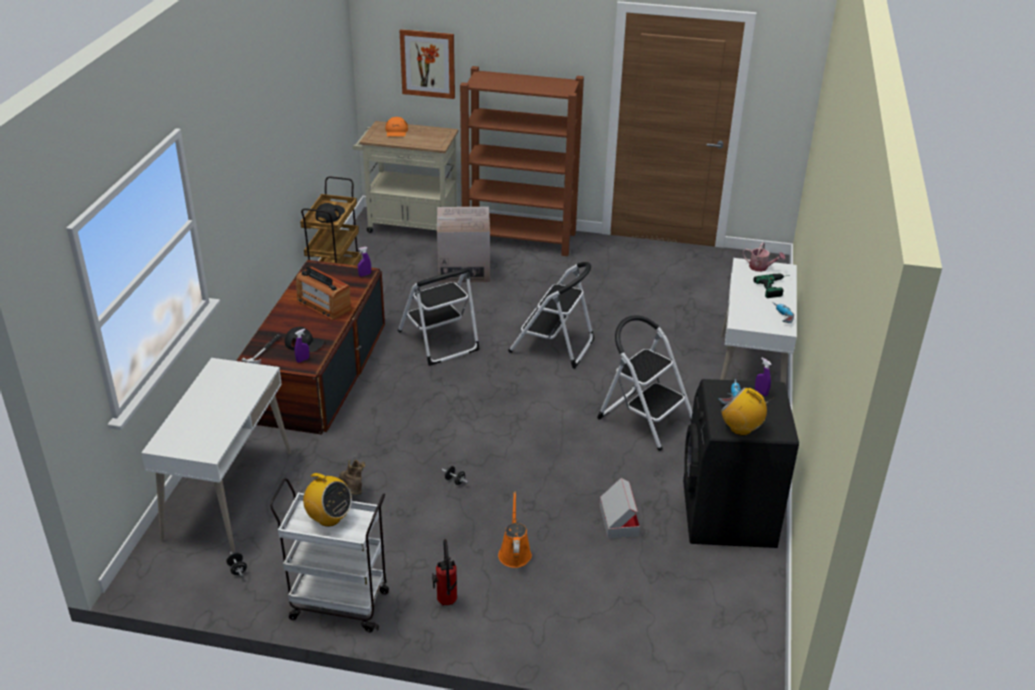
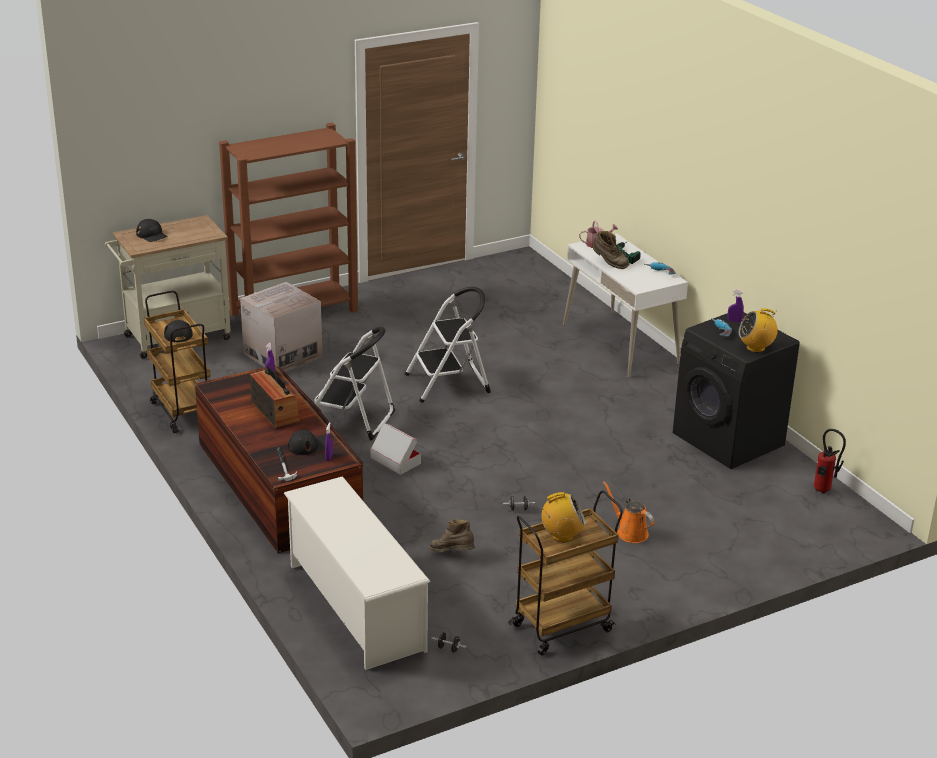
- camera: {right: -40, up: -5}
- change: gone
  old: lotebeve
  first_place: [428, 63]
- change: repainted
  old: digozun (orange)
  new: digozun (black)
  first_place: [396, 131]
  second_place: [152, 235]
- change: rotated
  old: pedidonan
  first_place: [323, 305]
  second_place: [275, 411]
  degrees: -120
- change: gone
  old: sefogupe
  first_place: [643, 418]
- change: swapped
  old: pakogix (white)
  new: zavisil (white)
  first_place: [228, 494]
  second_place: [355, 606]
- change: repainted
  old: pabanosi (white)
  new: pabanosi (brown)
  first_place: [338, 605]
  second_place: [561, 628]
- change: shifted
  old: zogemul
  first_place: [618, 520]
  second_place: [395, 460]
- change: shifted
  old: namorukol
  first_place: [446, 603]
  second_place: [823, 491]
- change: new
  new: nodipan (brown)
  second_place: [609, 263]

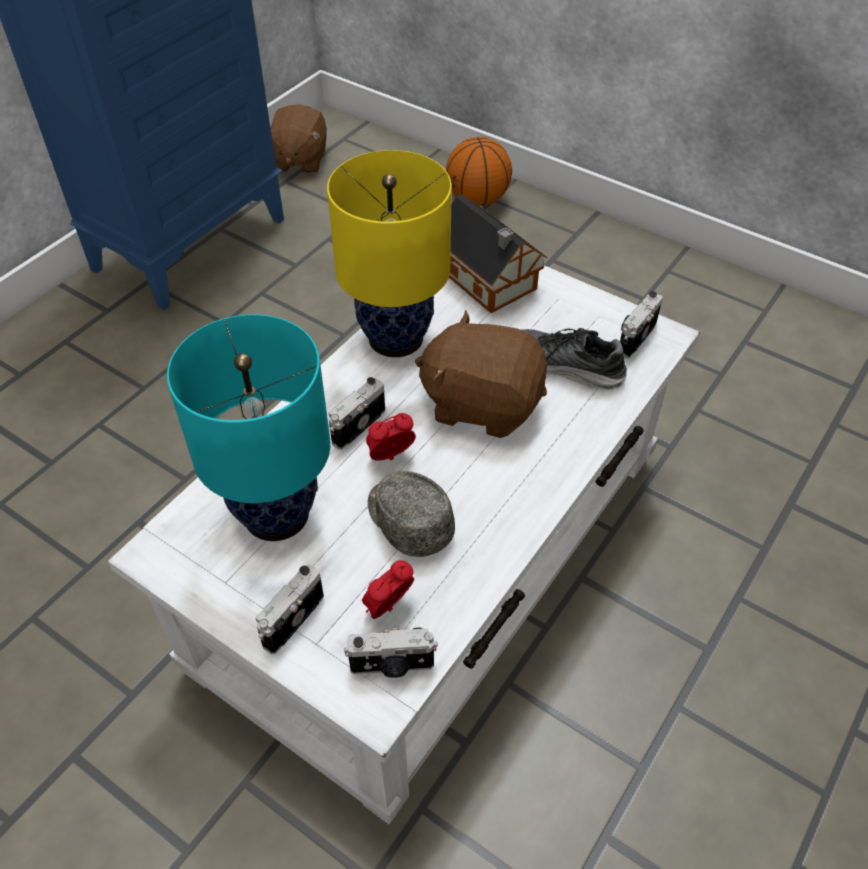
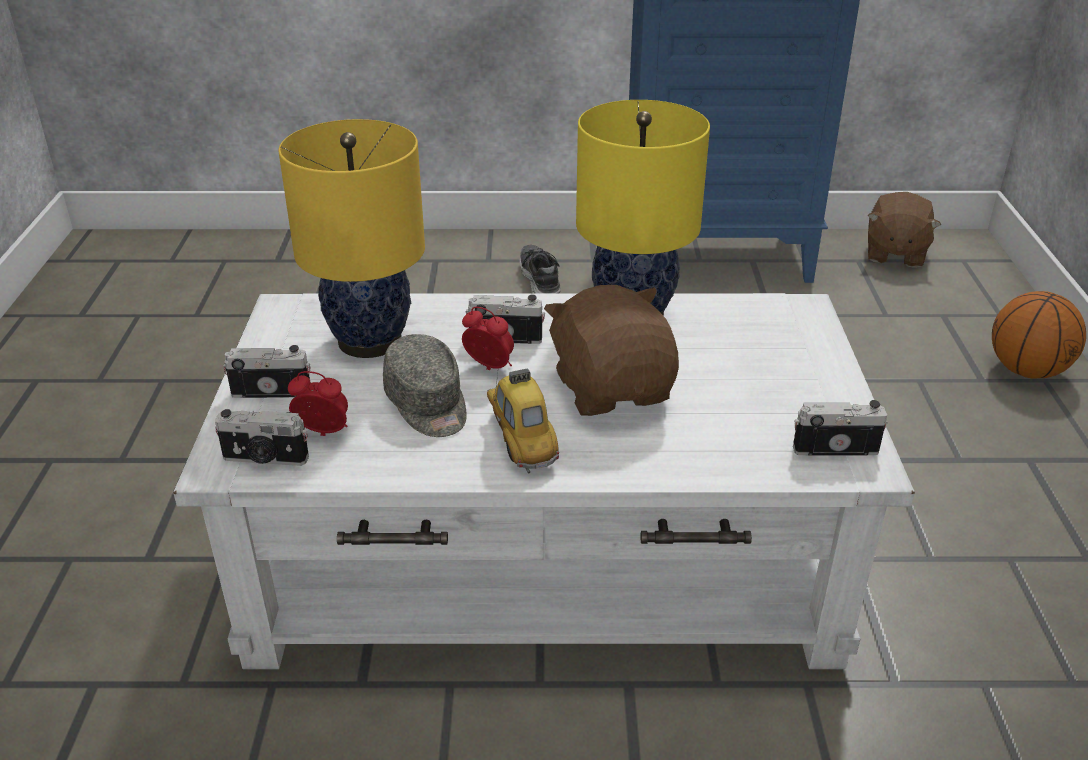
- camera: {right: 55, up: -15}
- change: rotated
  old: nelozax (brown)
  first_place: [299, 160]
  second_place: [894, 253]
  degrees: -45
- change: gone
  old: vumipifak
  first_place: [487, 280]
- change: repainted
  old: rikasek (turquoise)
  new: rikasek (yellow)
  first_place: [277, 513]
  second_place: [370, 340]
- change: shifted
  old: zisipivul
  first_place: [565, 367]
  second_place: [539, 281]
- change: rotated
  old: digozun (grey)
  first_place: [408, 520]
  second_place: [428, 405]
  degrees: 135
- change: rotated
  old: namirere
  first_place: [392, 666]
  second_place: [265, 459]
  degrees: -45
- change: new
  new: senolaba
  second_place: [520, 439]

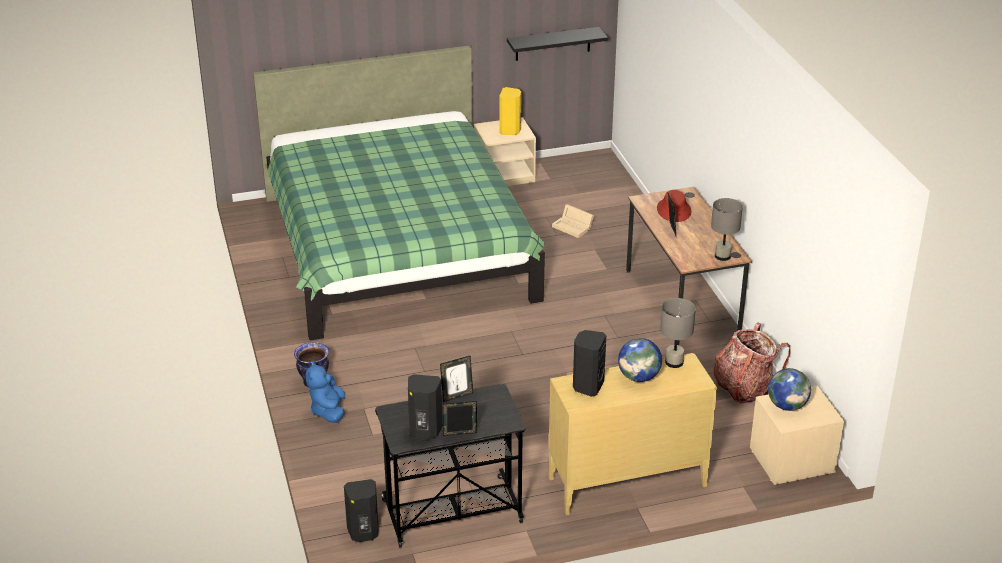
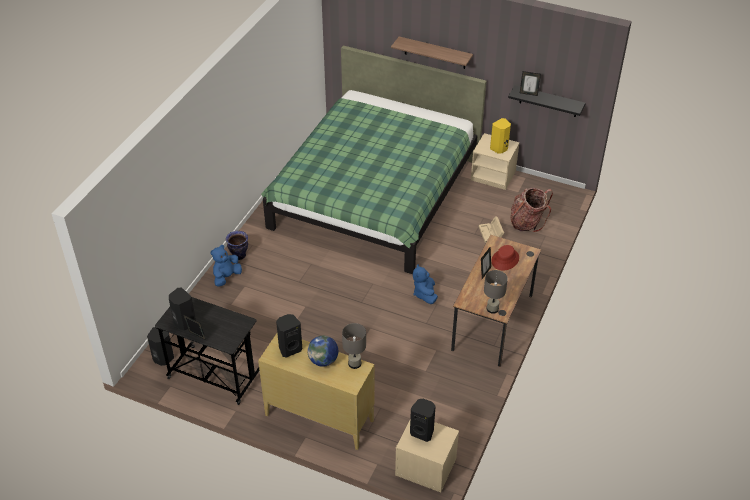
- camera: {right: 40, up: 10}
- change: shifted
  old: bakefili
  first_place: [744, 388]
  second_place: [527, 223]
- change: shifted
  old: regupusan
  first_place: [457, 396]
  second_place: [528, 93]
- change: swapped
  old: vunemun
  new: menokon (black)
  first_place: [787, 405]
  second_place: [422, 432]
- change: new
  new: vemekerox
  second_place: [435, 53]
- change: new
  new: nelozax (blue)
  second_place: [425, 294]

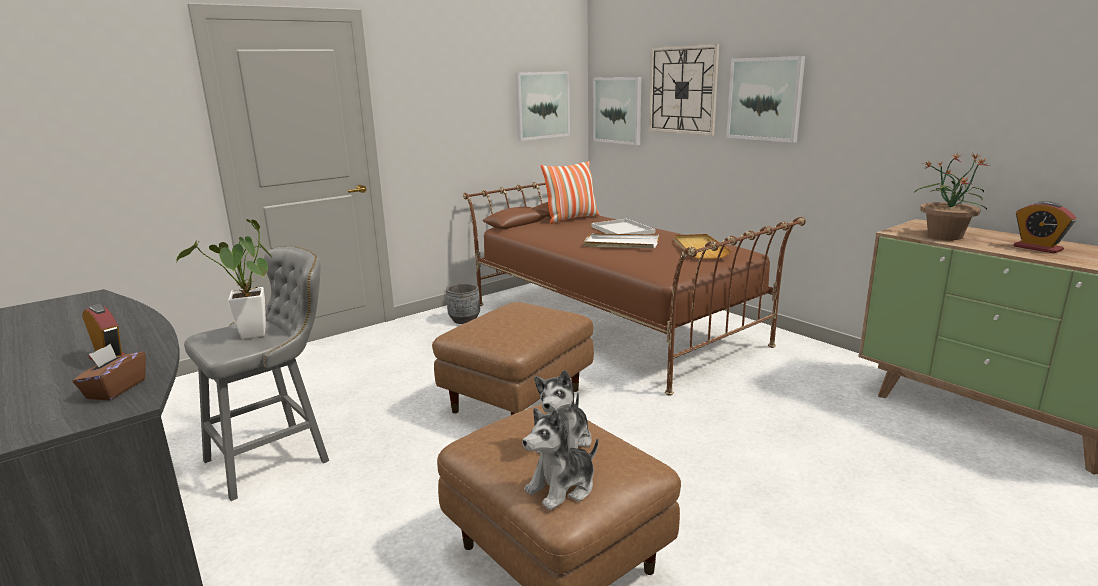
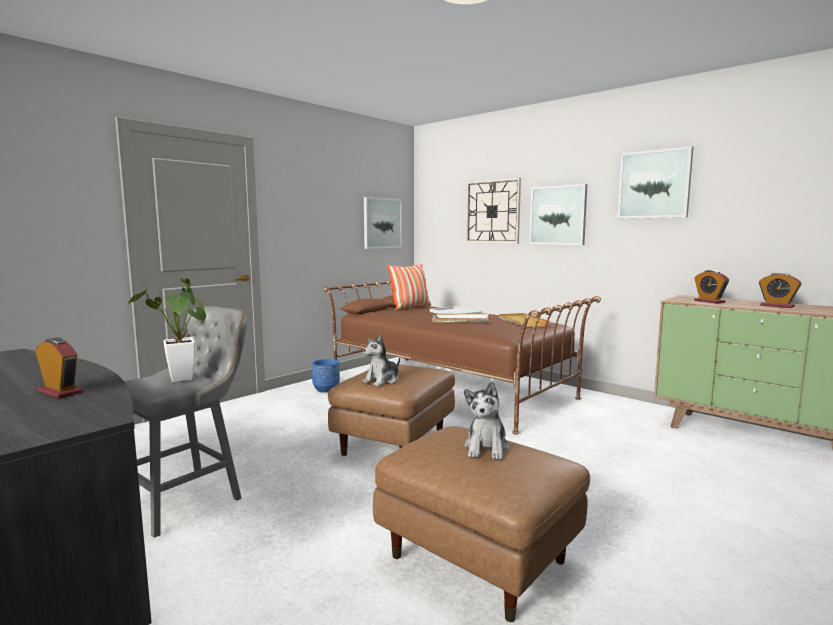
- camera: {right: -10, up: -10}
- change: shifted
  old: lotebeve
  first_place: [617, 110]
  second_place: [654, 184]
- change: swapped
  old: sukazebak
  new: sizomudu
  first_place: [944, 236]
  second_place: [709, 301]
- change: repainted
  old: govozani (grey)
  new: govozani (blue)
  first_place: [464, 320]
  second_place: [326, 389]
- change: gone
  old: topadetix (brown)
  first_place: [115, 389]
- change: shifted
  old: nelozax
  first_place: [562, 488]
  second_place: [382, 380]

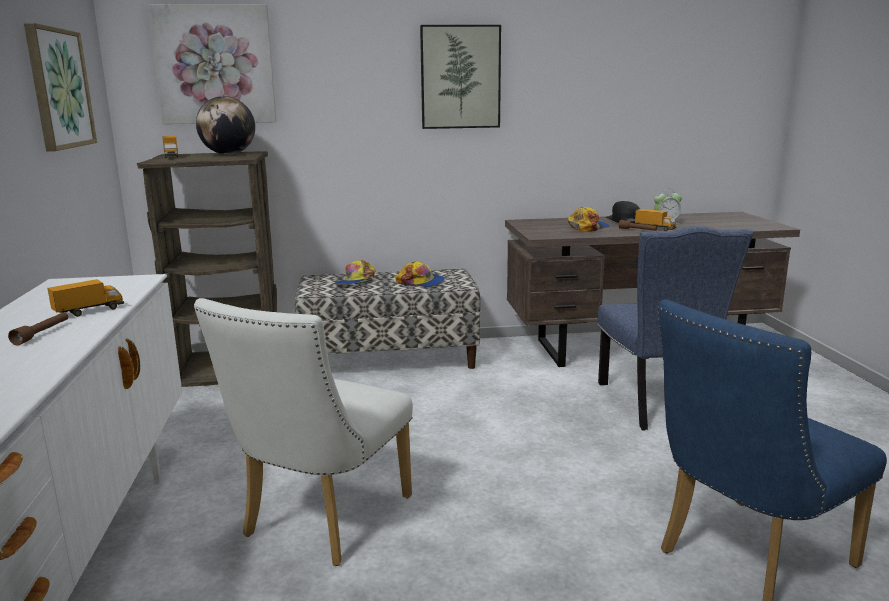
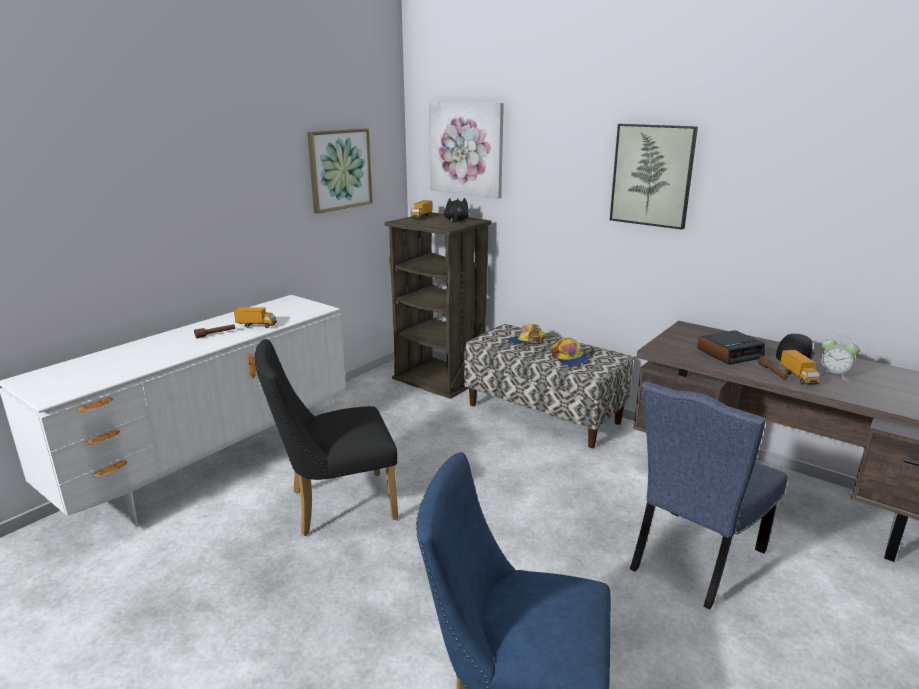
- camera: {right: 45, up: 5}
- change: swapped
  old: vunemun
  new: nelozax (black)
  first_place: [228, 154]
  second_place: [456, 220]
- change: swapped
  old: digozun
  new: sizomudu
  first_place: [587, 227]
  second_place: [729, 353]
- change: repainted
  old: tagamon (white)
  new: tagamon (black)
  first_place: [320, 522]
  second_place: [334, 506]

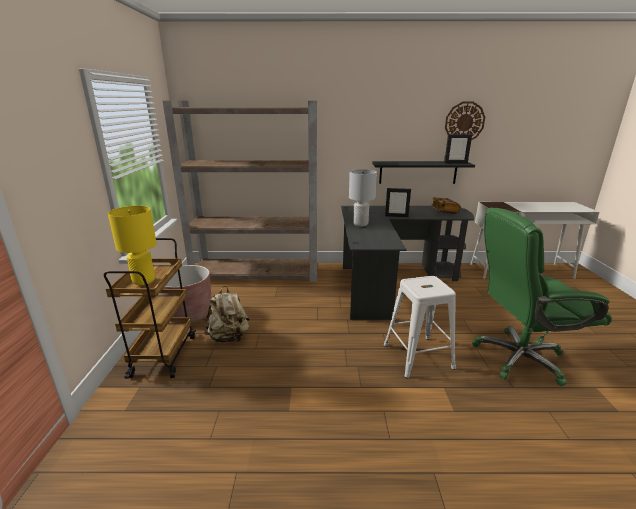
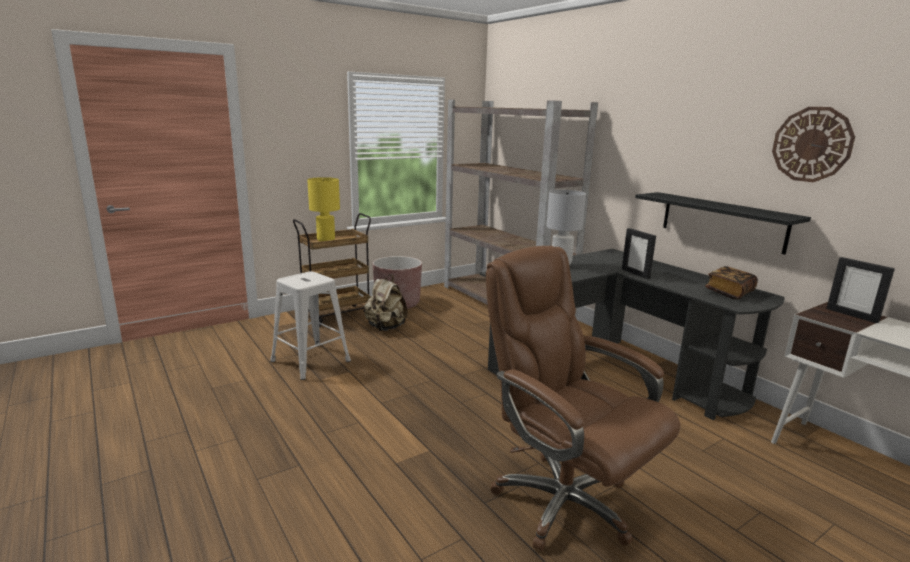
- camera: {right: 55, up: -5}
- change: shifted
  old: regupusan
  first_place: [455, 163]
  second_place: [852, 315]
- change: repainted
  old: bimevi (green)
  new: bimevi (brown)
  first_place: [521, 357]
  second_place: [566, 504]
- change: shifted
  old: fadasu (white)
  first_place: [418, 356]
  second_place: [310, 361]

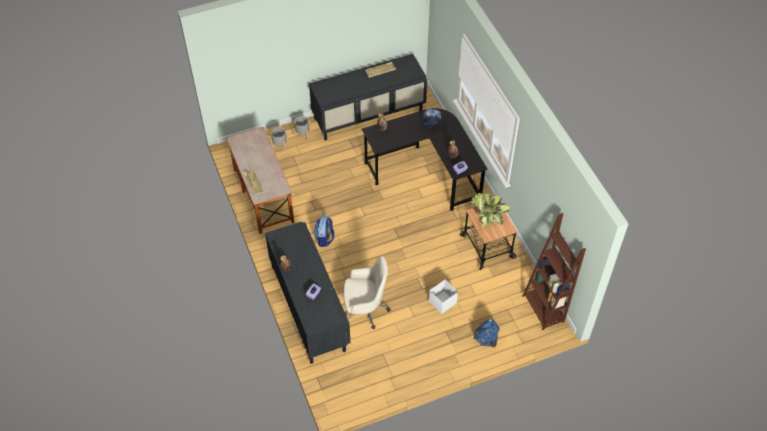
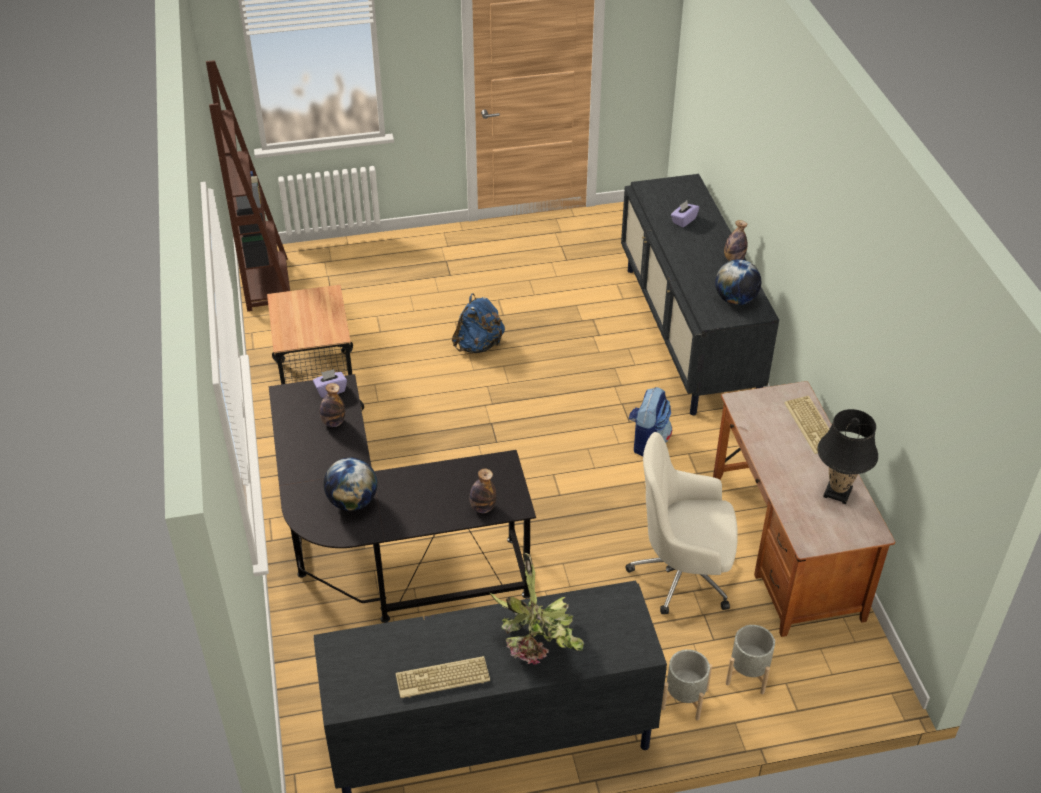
- camera: {right: -170, up: -10}
- change: shifted
  old: sukazebak
  first_place: [487, 217]
  second_place: [539, 645]
- change: shifted
  old: bimevi (beige)
  first_place: [365, 310]
  second_place: [681, 577]
- change: gone
  old: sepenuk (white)
  first_place: [442, 302]
- change: shifted
  old: bakefili (blue)
  first_place: [486, 339]
  second_place: [478, 345]
- change: new
  new: vunemun
  second_place: [735, 300]
- change: new
  new: rikasek (black)
  second_place: [838, 493]

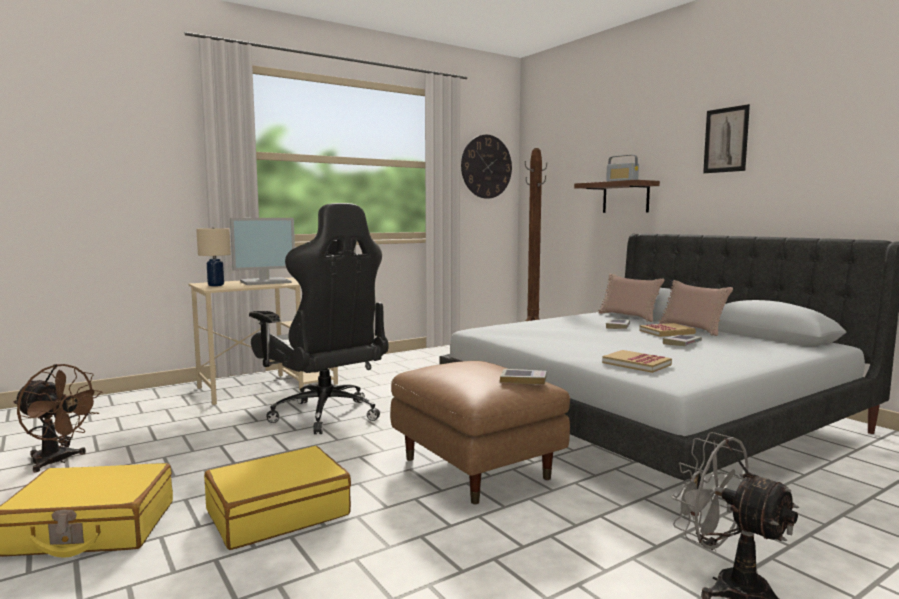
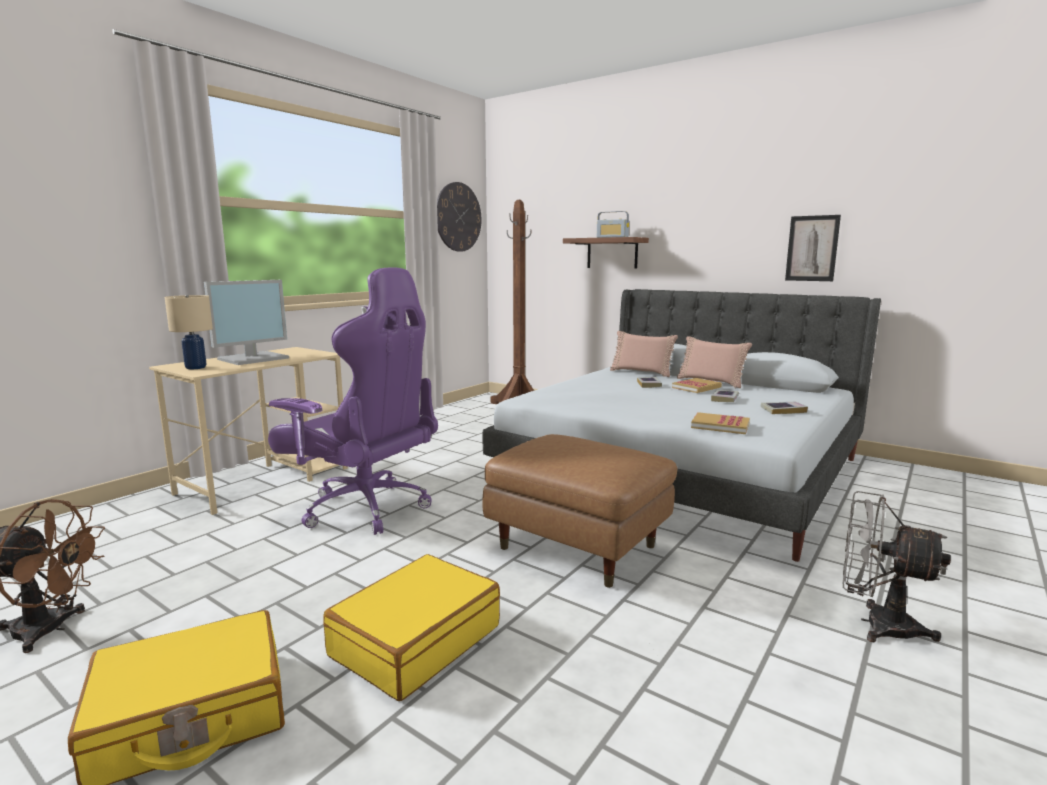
- camera: {right: -20, up: 5}
- change: shifted
  old: lotebeve
  first_place: [726, 140]
  second_place: [812, 248]
- change: repainted
  old: bimevi (black)
  new: bimevi (purple)
  first_place: [321, 413]
  second_place: [360, 507]
- change: shifted
  old: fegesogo
  first_place: [523, 380]
  second_place: [783, 410]

